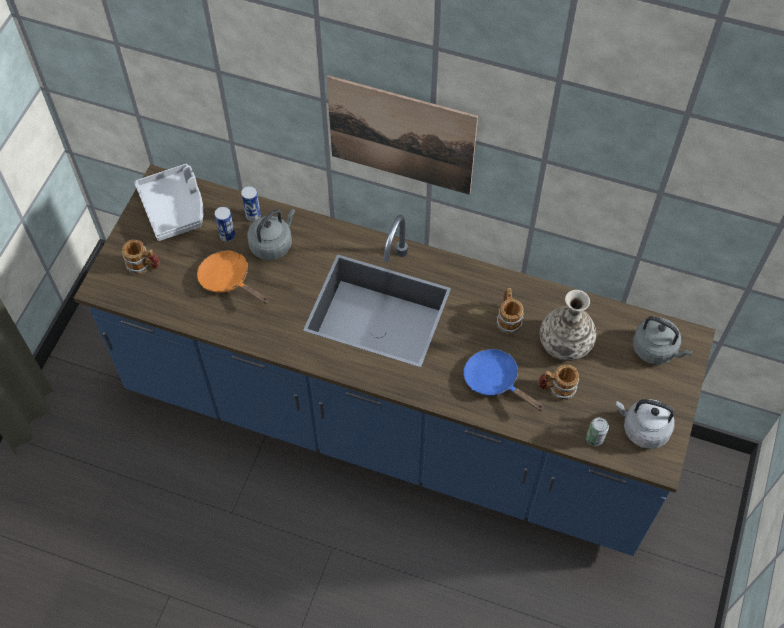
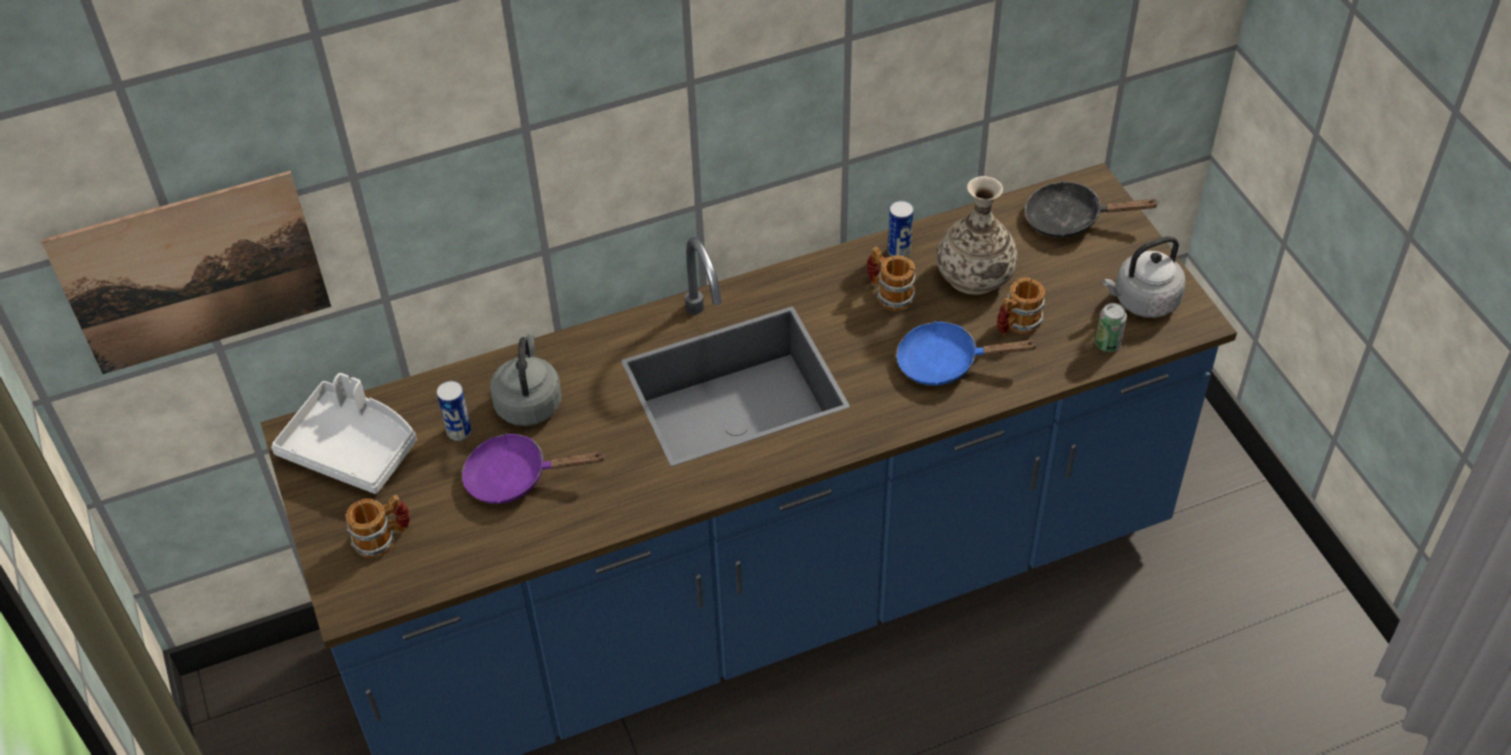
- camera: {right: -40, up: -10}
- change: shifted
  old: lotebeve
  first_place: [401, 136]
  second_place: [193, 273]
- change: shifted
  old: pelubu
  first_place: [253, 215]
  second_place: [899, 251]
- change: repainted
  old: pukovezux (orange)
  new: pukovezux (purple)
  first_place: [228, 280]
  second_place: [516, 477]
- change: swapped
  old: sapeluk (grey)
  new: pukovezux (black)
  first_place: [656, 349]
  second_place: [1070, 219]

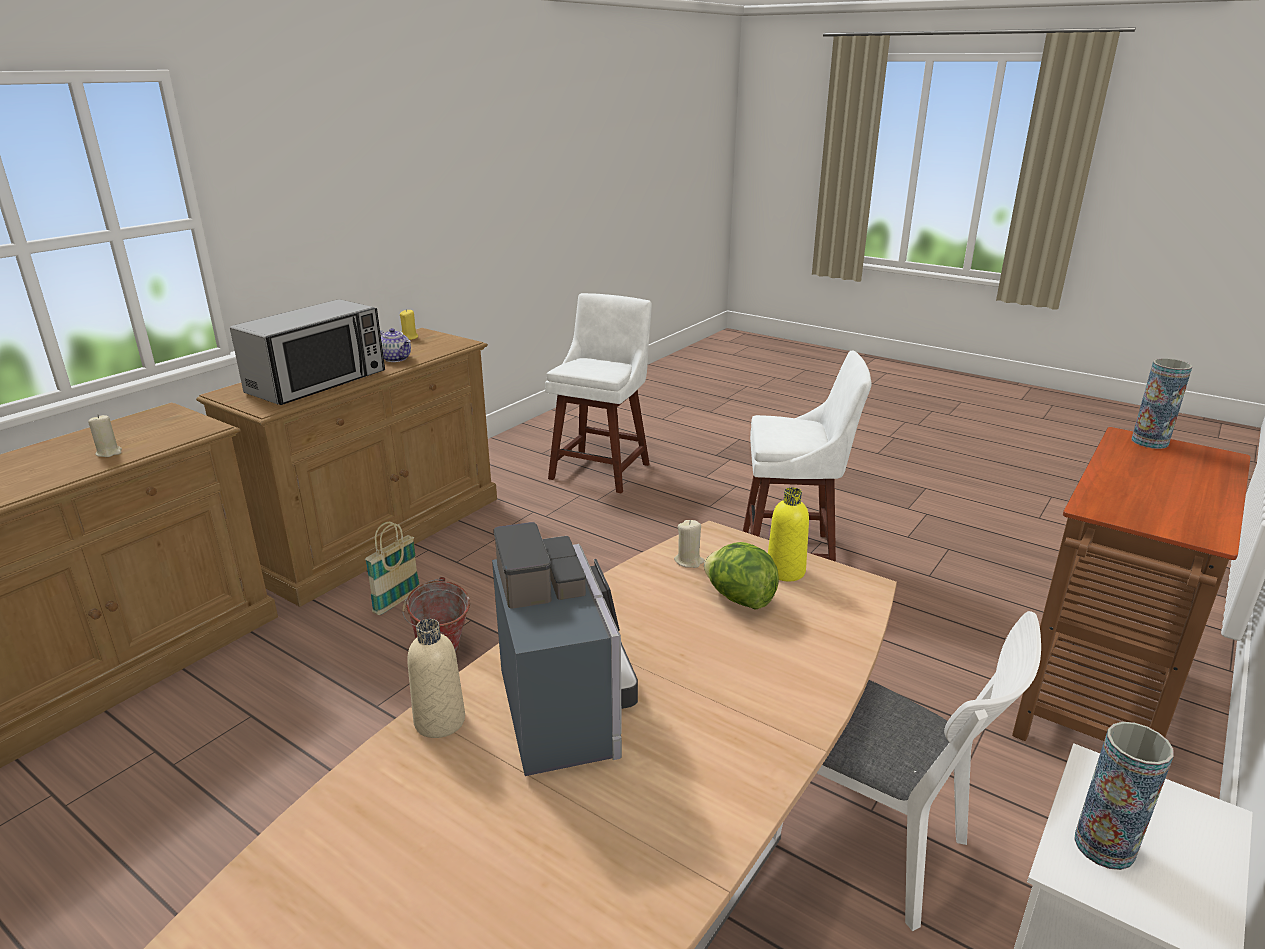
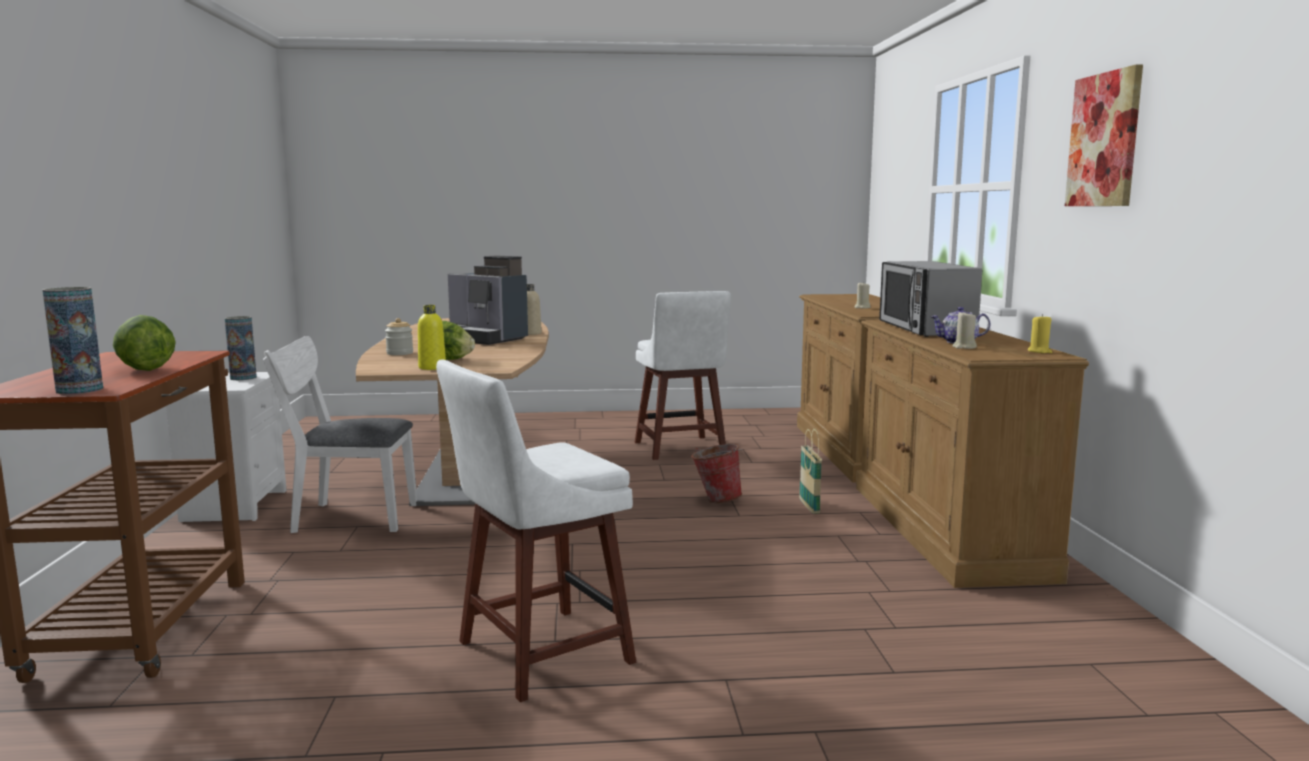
- camera: {right: 140, up: -15}
- change: shifted
  old: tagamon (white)
  first_place: [602, 469]
  second_place: [680, 449]
- change: shifted
  old: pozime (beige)
  first_place: [689, 561]
  second_place: [964, 347]
- change: new
  new: lotebeve
  second_place: [1104, 140]
- change: new
  new: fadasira
  second_place: [145, 370]
- change: new
  new: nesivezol
  second_place: [399, 353]

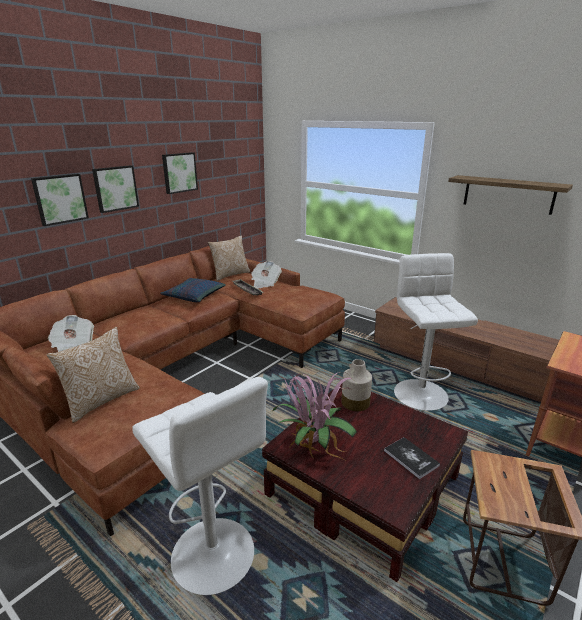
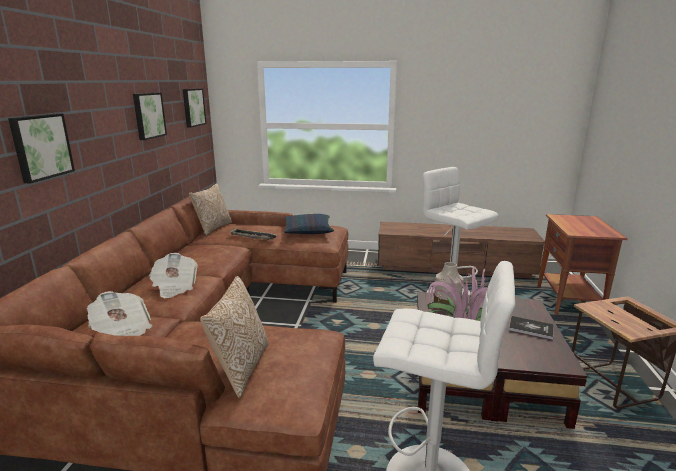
- camera: {right: -30, up: -5}
- change: shifted
  old: lotebeve
  first_place: [115, 188]
  second_place: [192, 107]
- change: gone
  old: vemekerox
  first_place: [508, 194]
- change: shifted
  old: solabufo
  first_place: [265, 283]
  second_place: [175, 287]
- change: shifted
  old: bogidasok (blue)
  first_place: [194, 296]
  second_place: [308, 231]

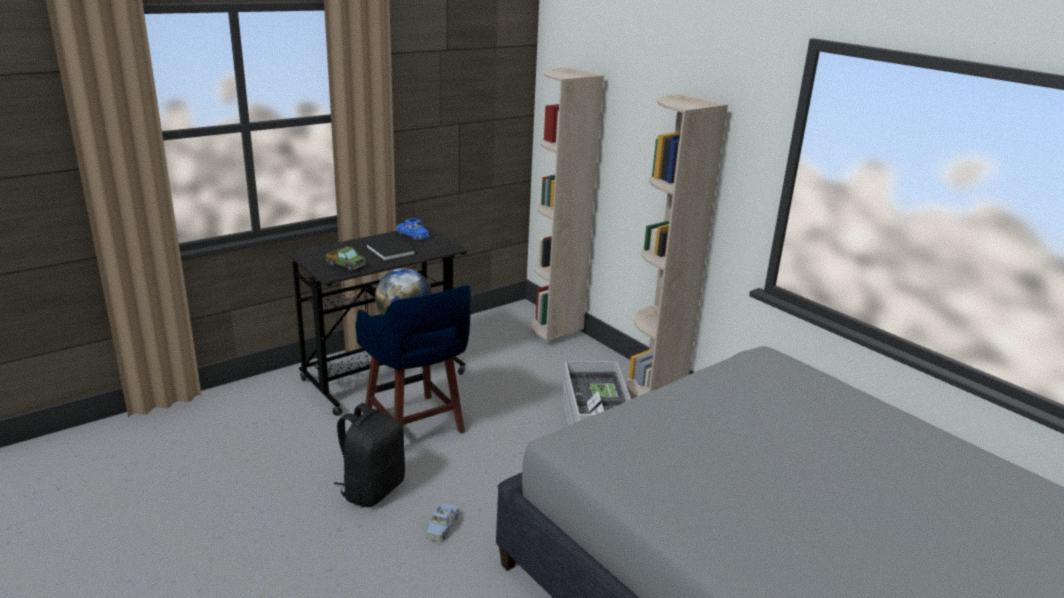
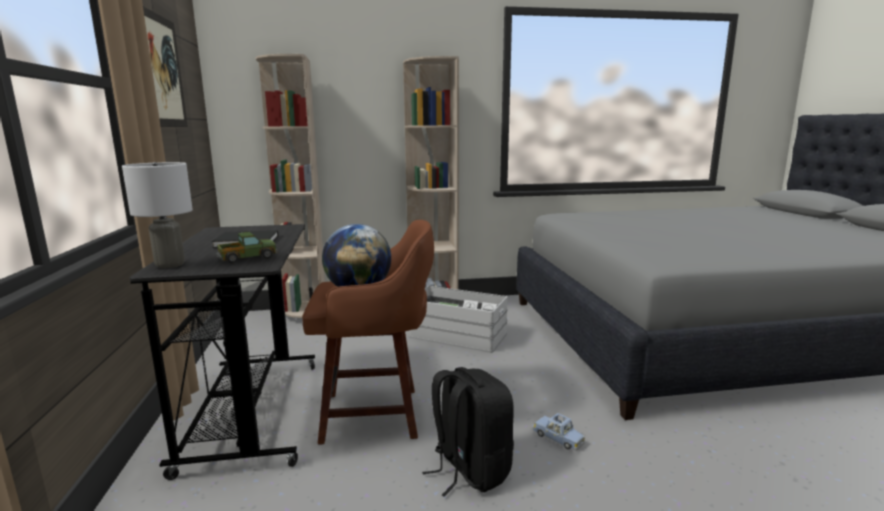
- camera: {right: -60, up: -10}
- change: gone
  old: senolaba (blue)
  first_place: [413, 235]
- change: repainted
  old: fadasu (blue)
  new: fadasu (brown)
  first_place: [415, 426]
  second_place: [376, 415]
- change: new
  new: lotebeve
  second_place: [163, 71]
- change: new
  new: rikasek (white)
  second_place: [172, 265]

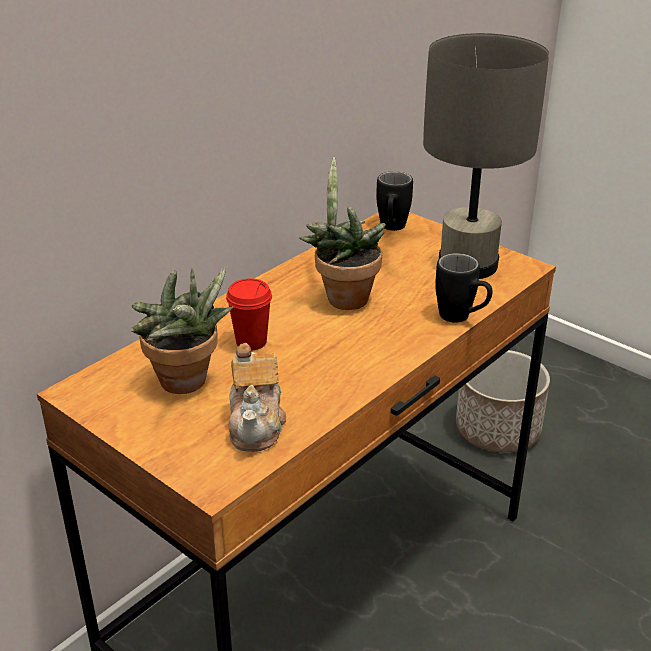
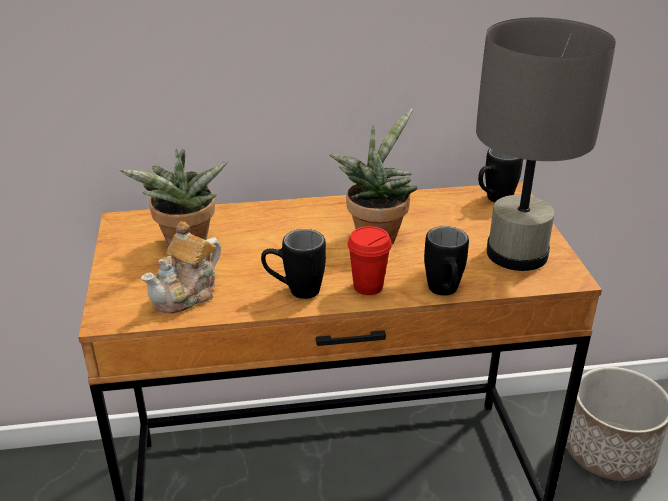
- camera: {right: 40, up: 0}
- change: shifted
  old: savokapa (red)
  first_place: [251, 342]
  second_place: [368, 286]
- change: new
  new: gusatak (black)
  second_place: [294, 291]

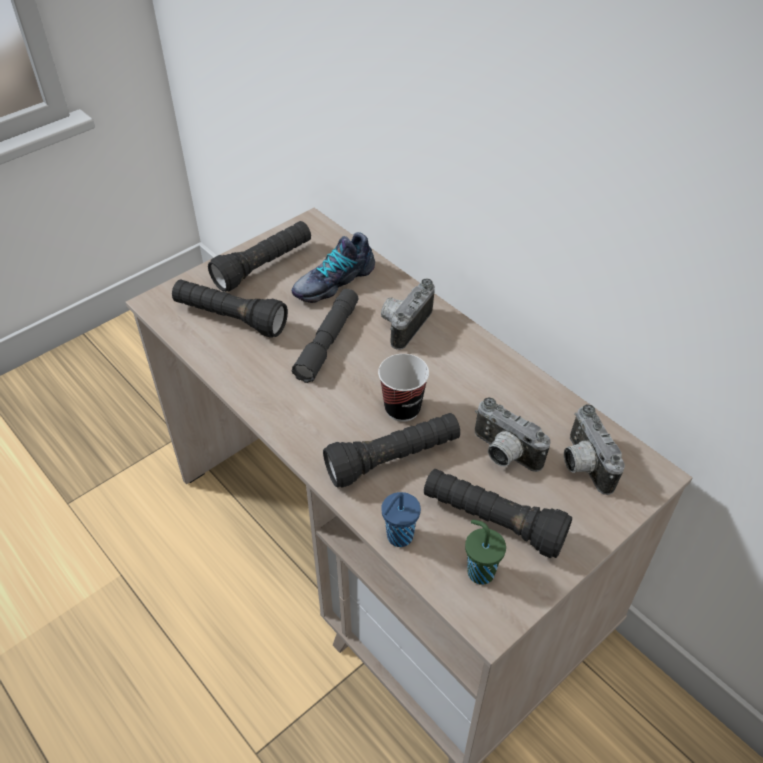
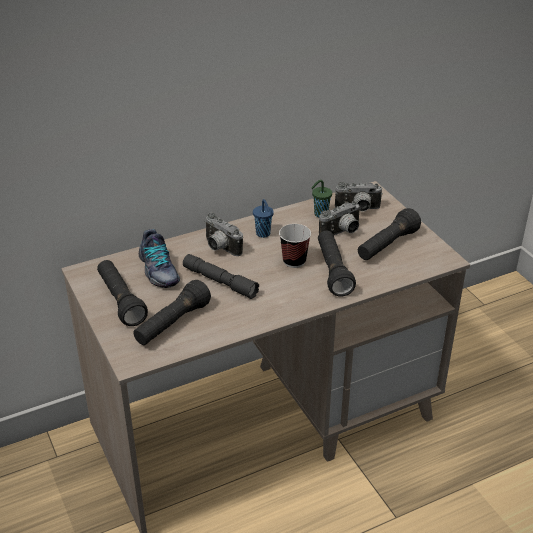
- camera: {right: -75, up: -10}
- change: shifted
  old: savokapa (blue)
  first_place: [398, 537]
  second_place: [263, 234]
- change: shifted
  old: savokapa (green)
  first_place: [479, 571]
  second_place: [320, 214]

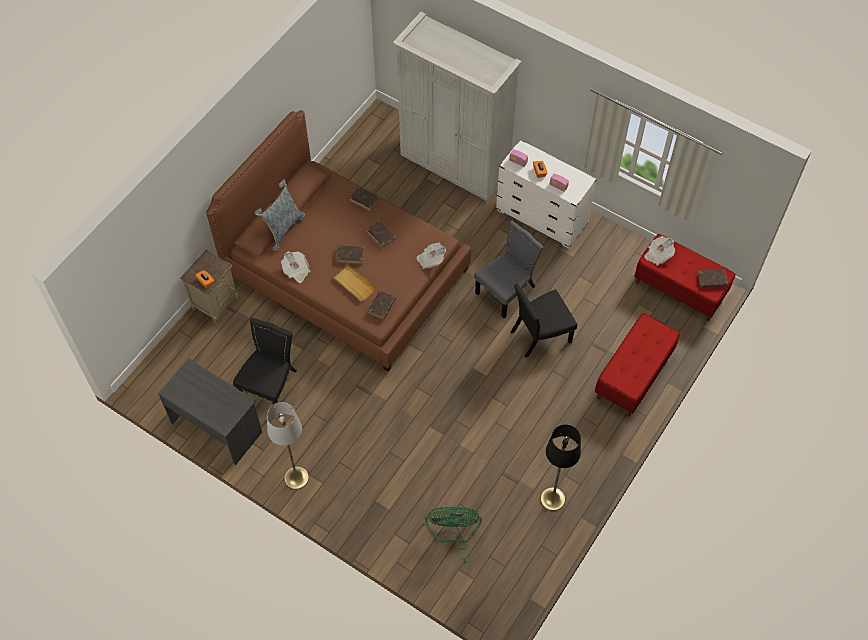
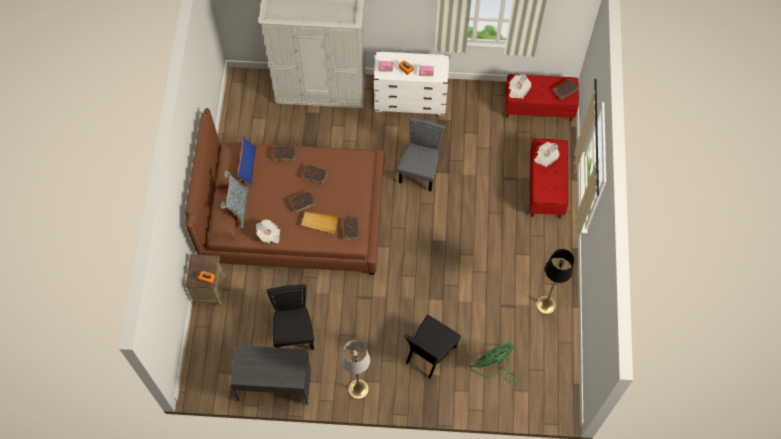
- camera: {right: -30, up: 5}
- change: shifted
  old: solabufo
  first_place: [431, 260]
  second_place: [545, 157]
- change: shifted
  old: tagamon (black)
  first_place: [541, 335]
  second_place: [430, 352]
- change: new
  new: bogidasok (blue)
  second_place: [248, 166]

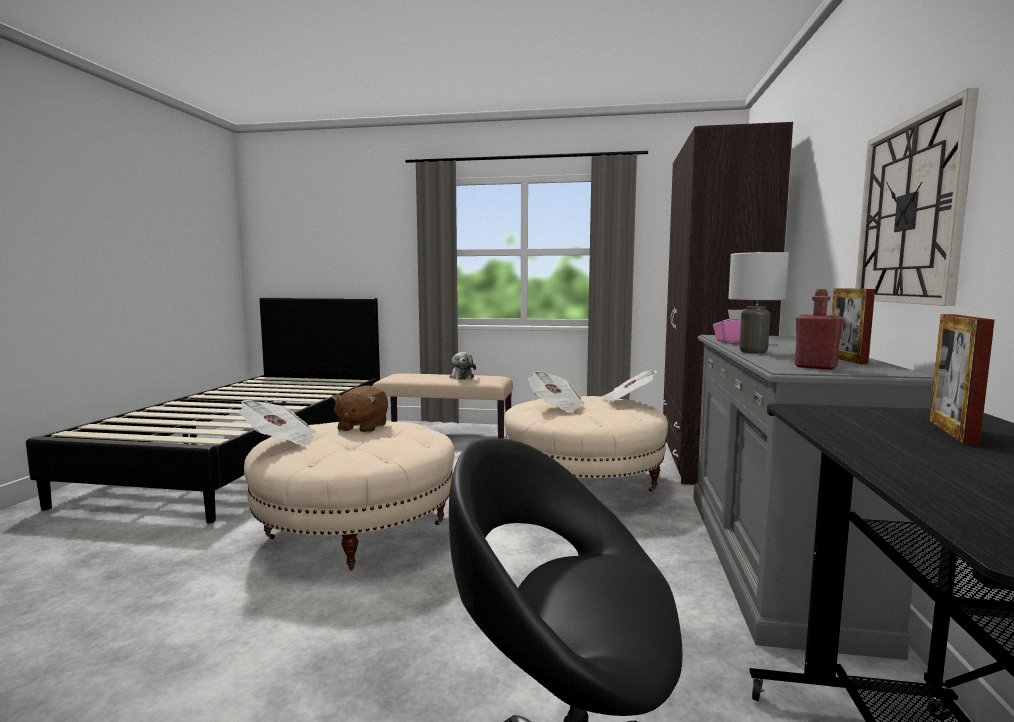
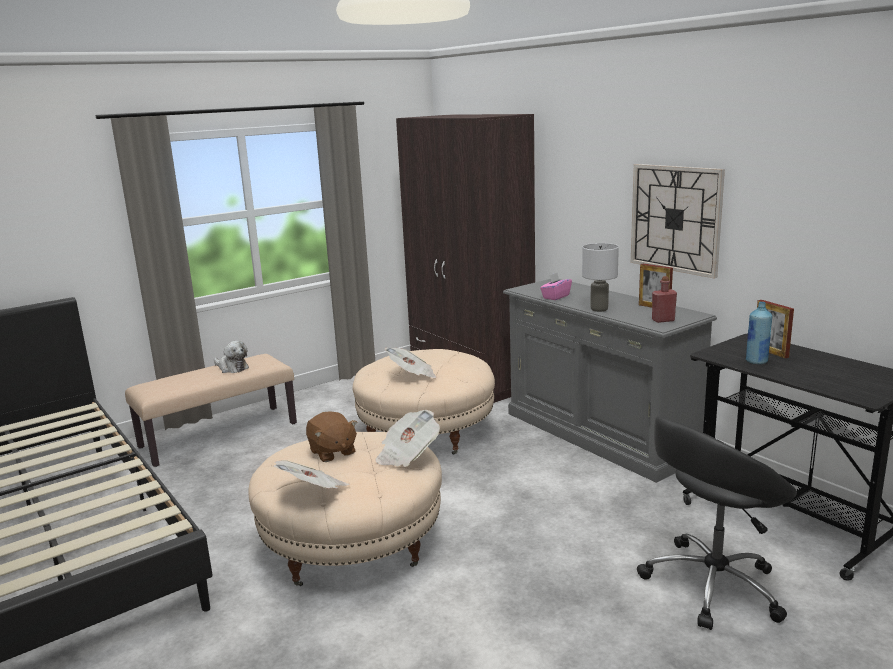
- camera: {right: -45, up: 10}
- change: shifted
  old: solabufo
  first_place: [627, 400]
  second_place: [407, 455]
- change: new
  new: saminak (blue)
  second_place: [756, 361]

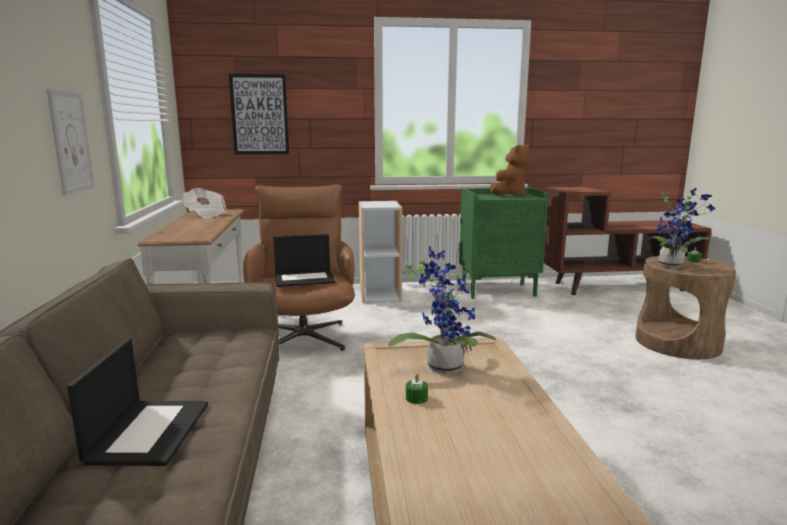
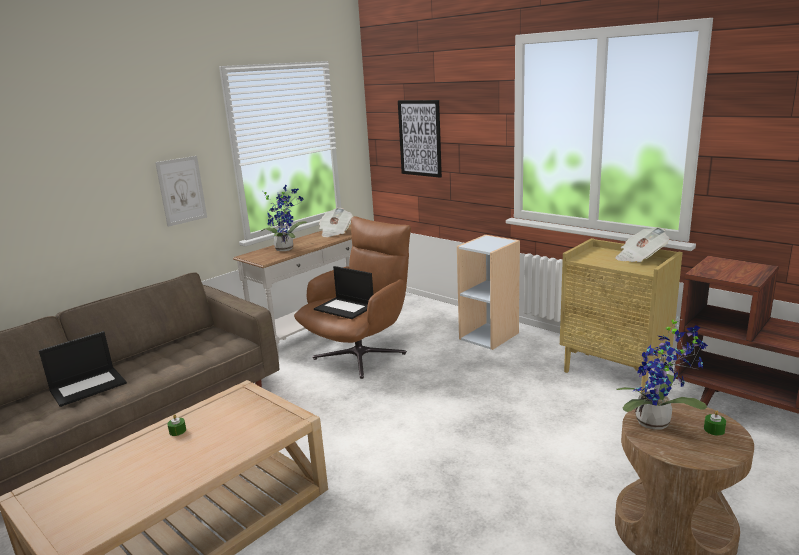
- camera: {right: 50, up: 5}
- change: swapped
  old: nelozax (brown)
  new: solabufo
  first_place: [509, 194]
  second_place: [640, 257]
- change: repainted
  old: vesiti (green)
  new: vesiti (beige)
  first_place: [498, 291]
  second_place: [614, 373]
- change: shifted
  old: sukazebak
  first_place: [442, 365]
  second_place: [286, 248]

